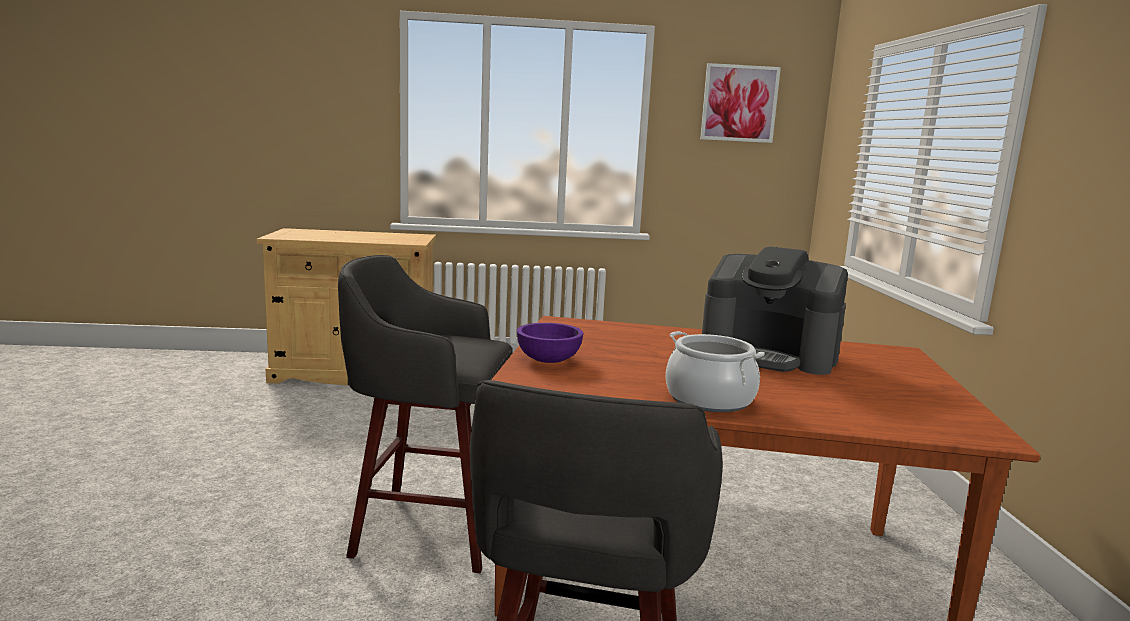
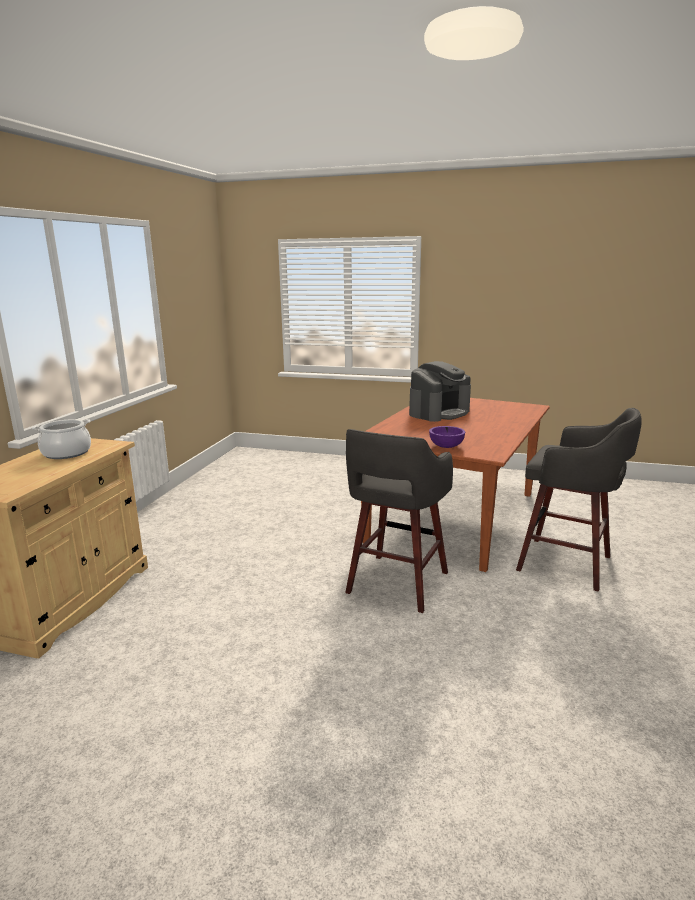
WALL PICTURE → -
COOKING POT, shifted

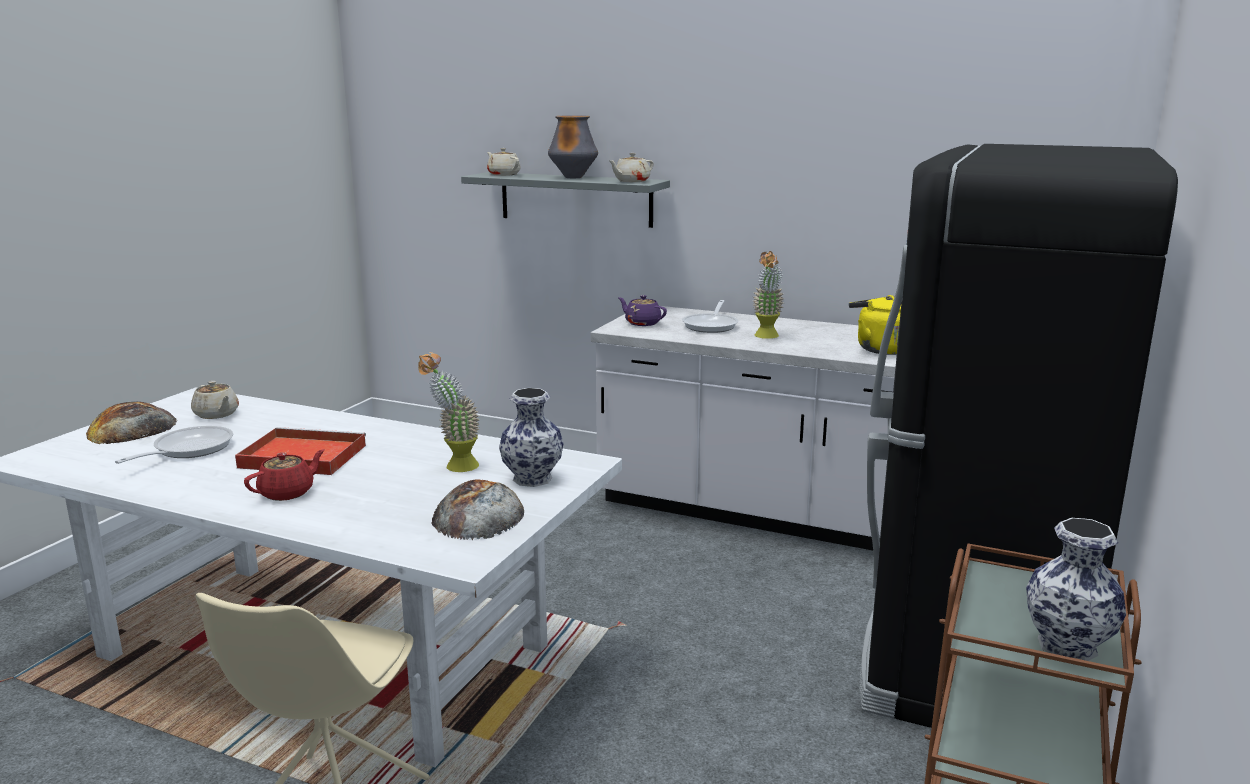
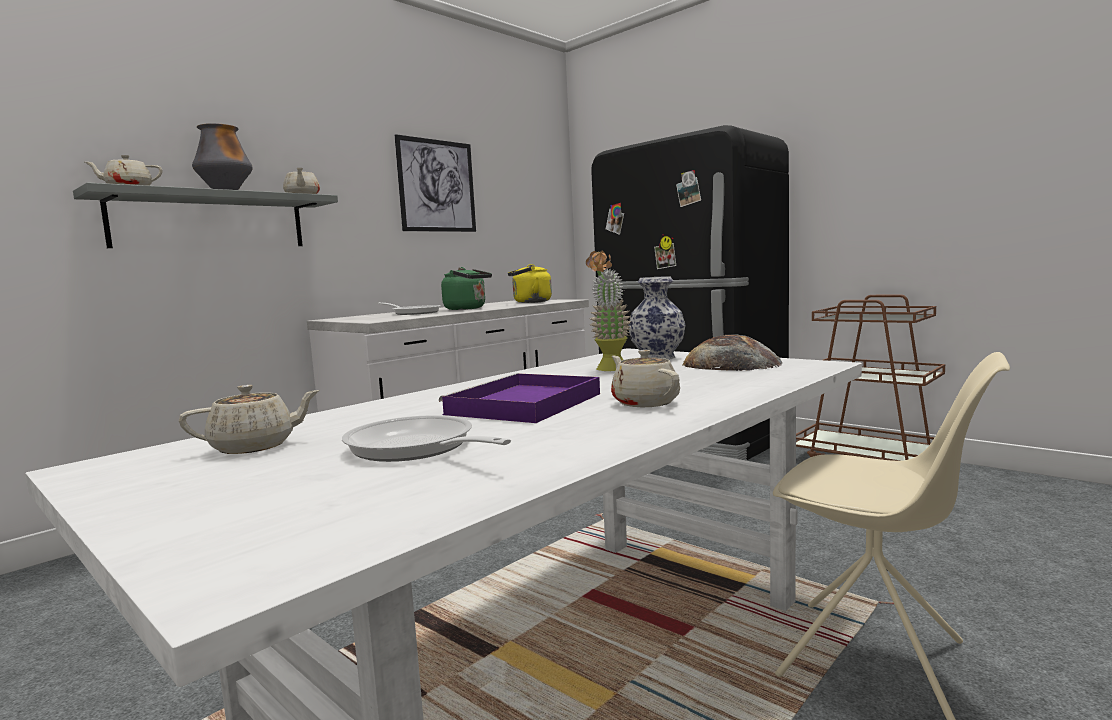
BAKERY BREAD (no. 1 from left) → -
PURPLE TEA POT → -
FLOWER VASE (no. 3 from left) → -
- → WALL PICTURE
HOUSEPLANT (no. 2 from left) → GREEN TEA KETTLE
REDDISH CARRYING TRAY → PURPLE CARRYING TRAY
REDDISH TEA POT → SAND-COLOURED TEA POT (no. 4 from left)

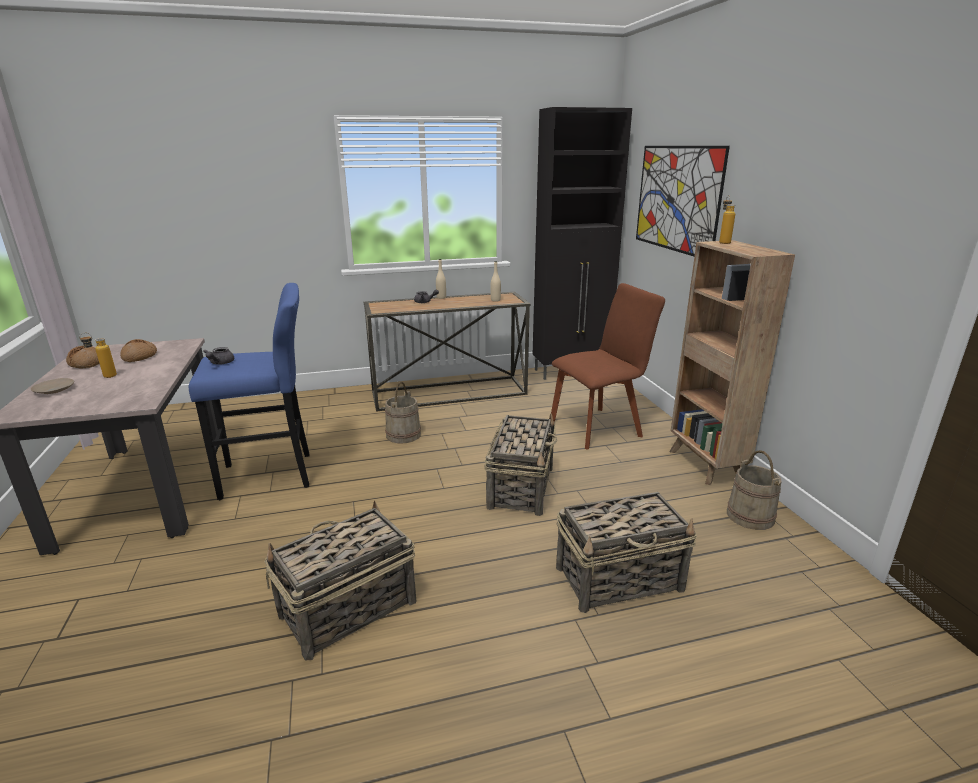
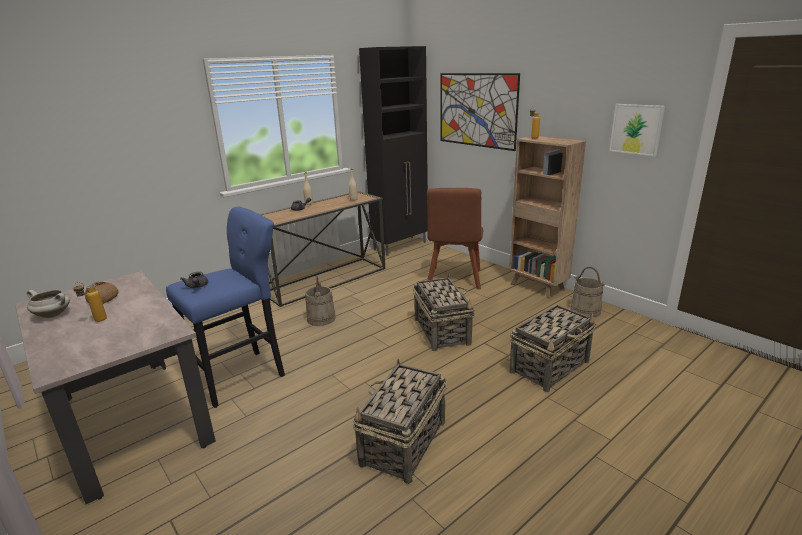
SAND-COLOURED FLAT DISH → -
- → WALL PICTURE (no. 2 from left)
BAKERY BREAD (no. 1 from left) → WHITE-COLOURED COOKING POT
BROWN CHAIR, 150 degrees clockwise

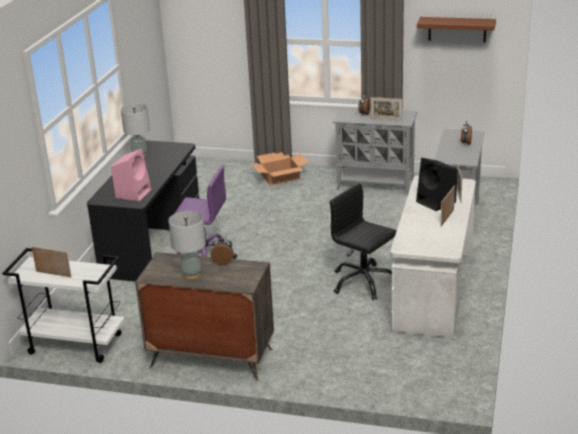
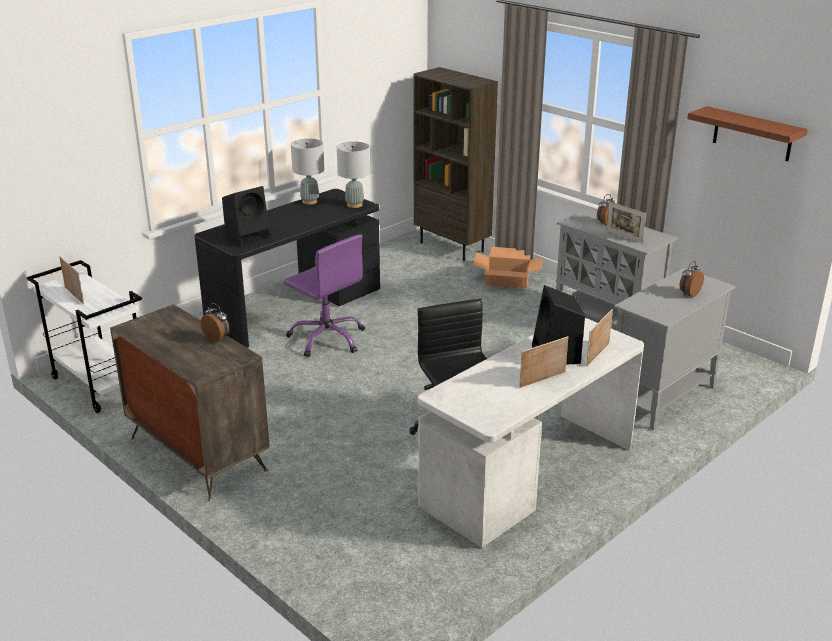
- → BROWN BOOKCASE
GREYISH TABLETOP LAMP (no. 2 from left), shifted
PINK-COLOURED SPEAKER → BLACK-COLOURED SPEAKER (no. 1 from left)

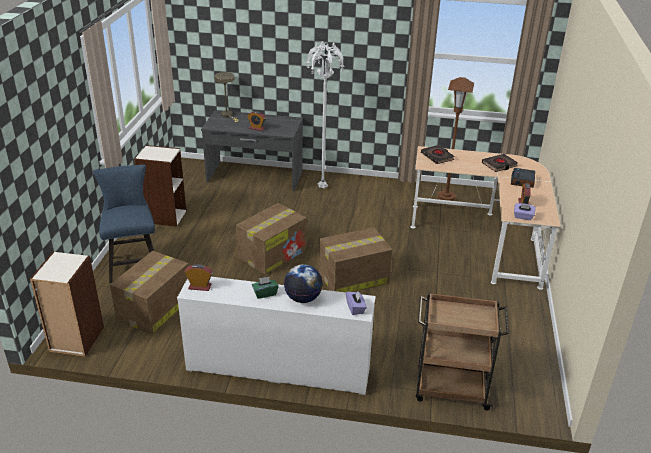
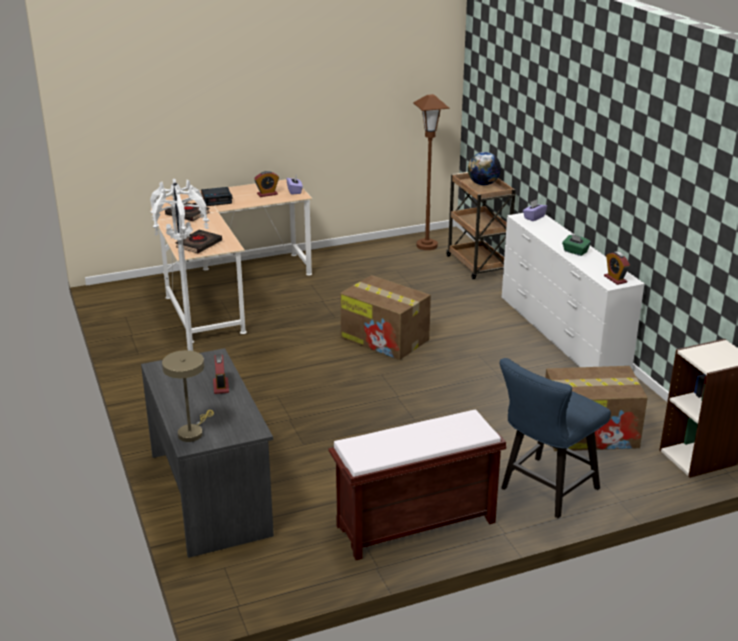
CARDBOARD BOX (no. 2 from left) → -
WORLD GLOBE, shifted
BROWN FLOOR LAMP, shifted
BOOKCASE (no. 2 from left) → BROWN INDOOR BENCH

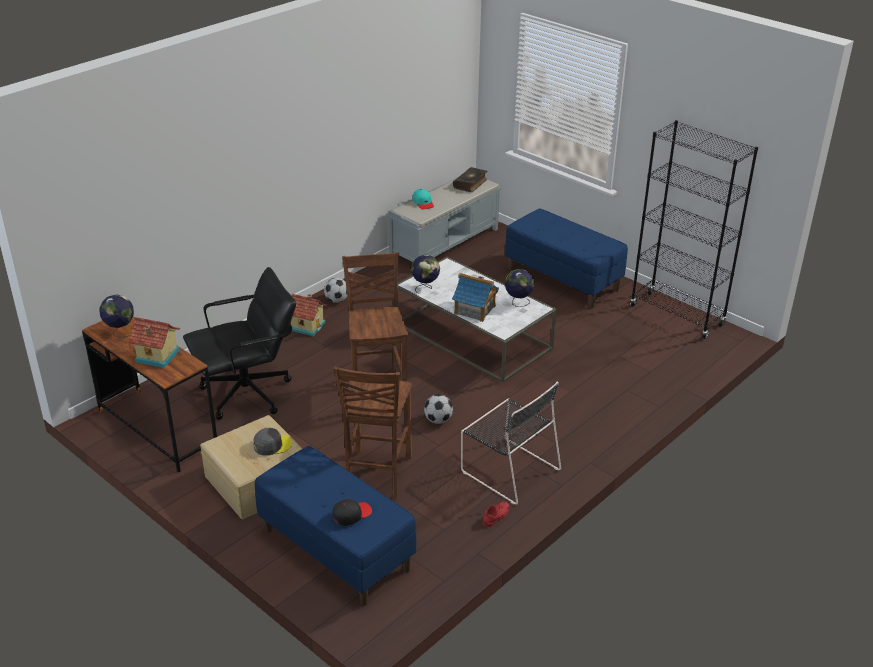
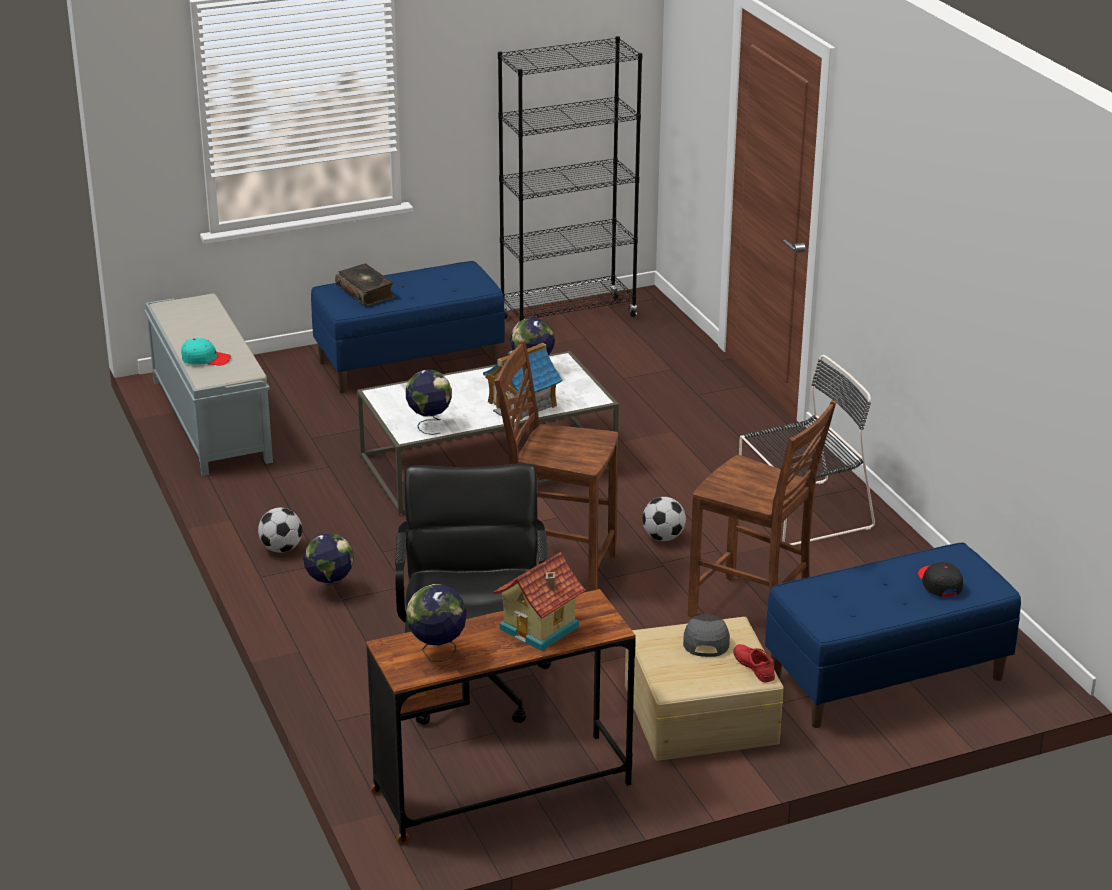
BOUND BOOK, shifted
REDDISH SHOE, shifted
MODEL HOUSE (no. 2 from left) → WORLD GLOBE (no. 1 from left)

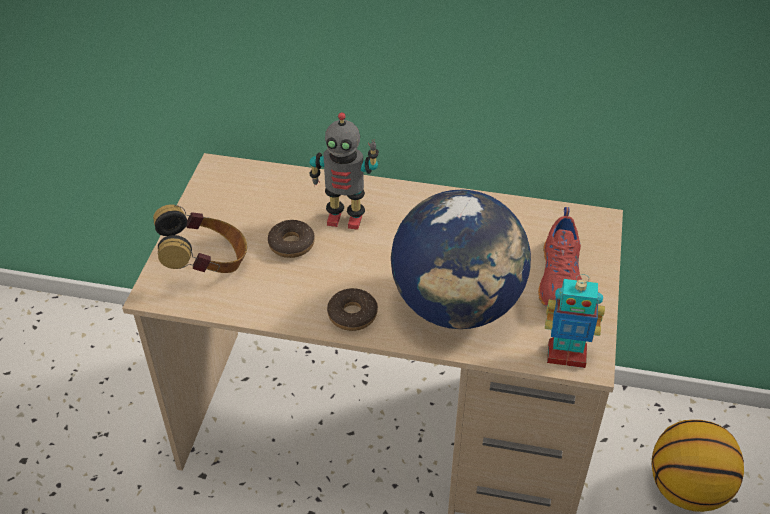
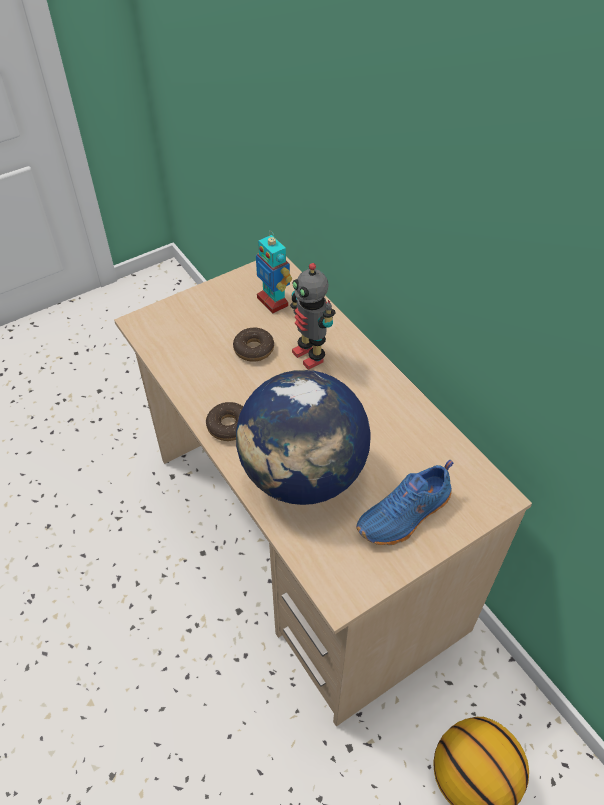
HEADSET → -
MODEL ROBOT (no. 2 from left in the first image) → MODEL ROBOT (no. 1 from left), shifted
REDDISH SHOE → BLUE-COLOURED SHOE

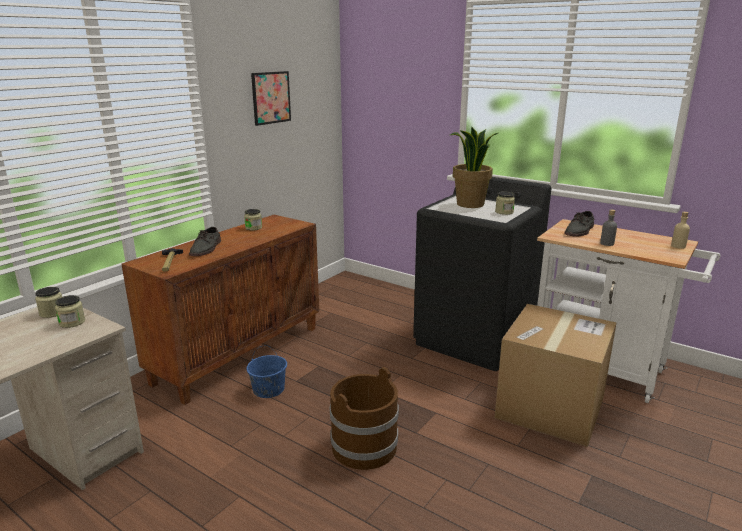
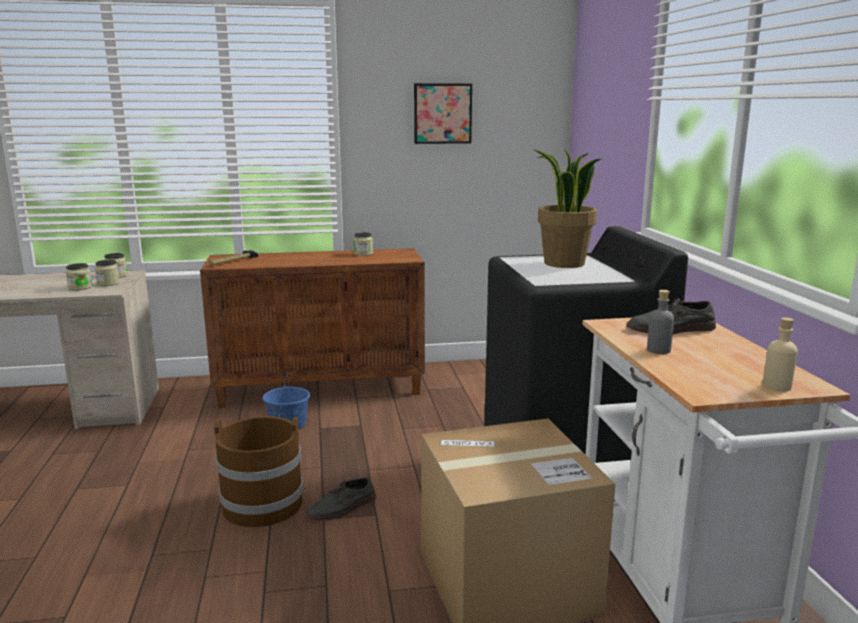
GREYISH SHOE (no. 1 from left), shifted
STORAGE JAR (no. 4 from left in the first image) → STORAGE JAR (no. 1 from left), shifted

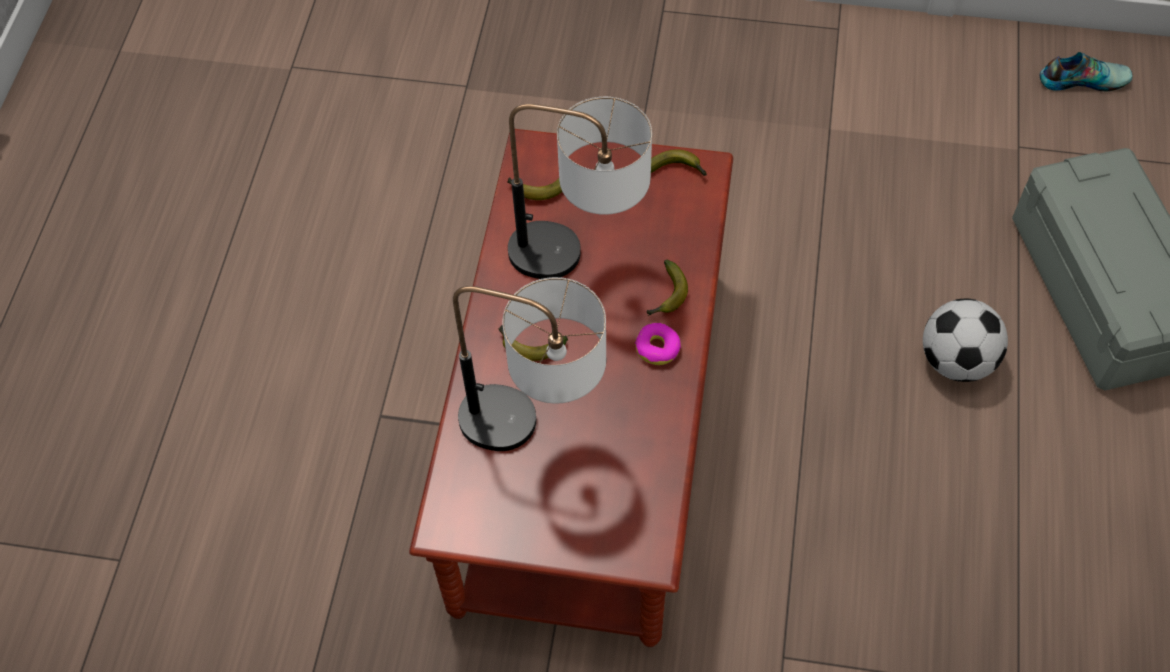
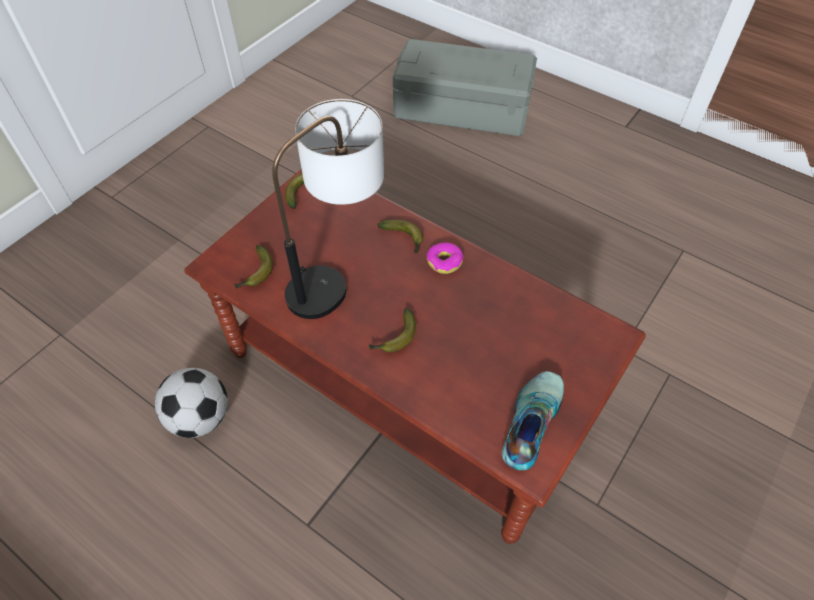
TABLETOP LAMP (no. 1 from left) → -
FOOTBALL, shifted
SHOE, shifted

